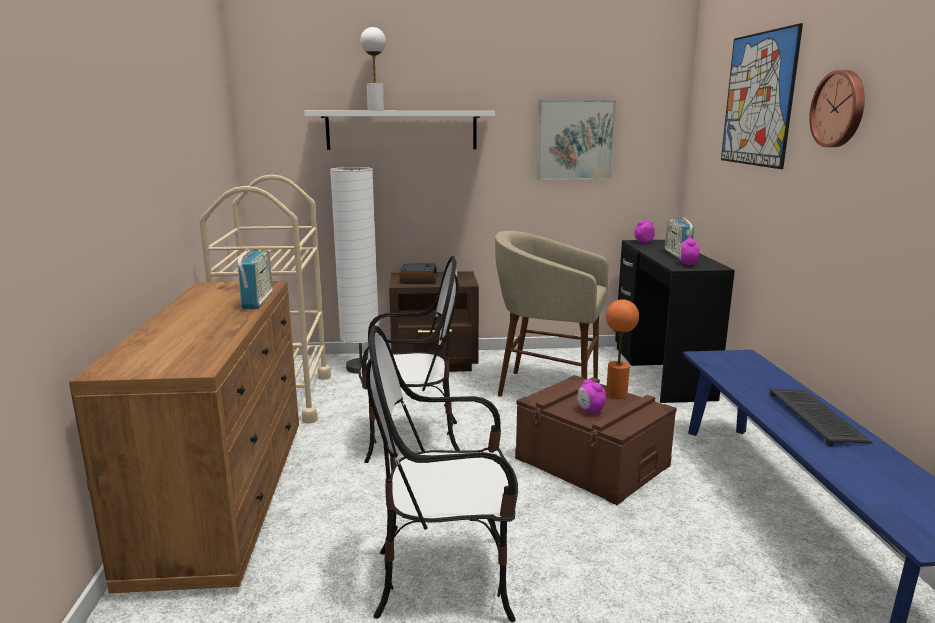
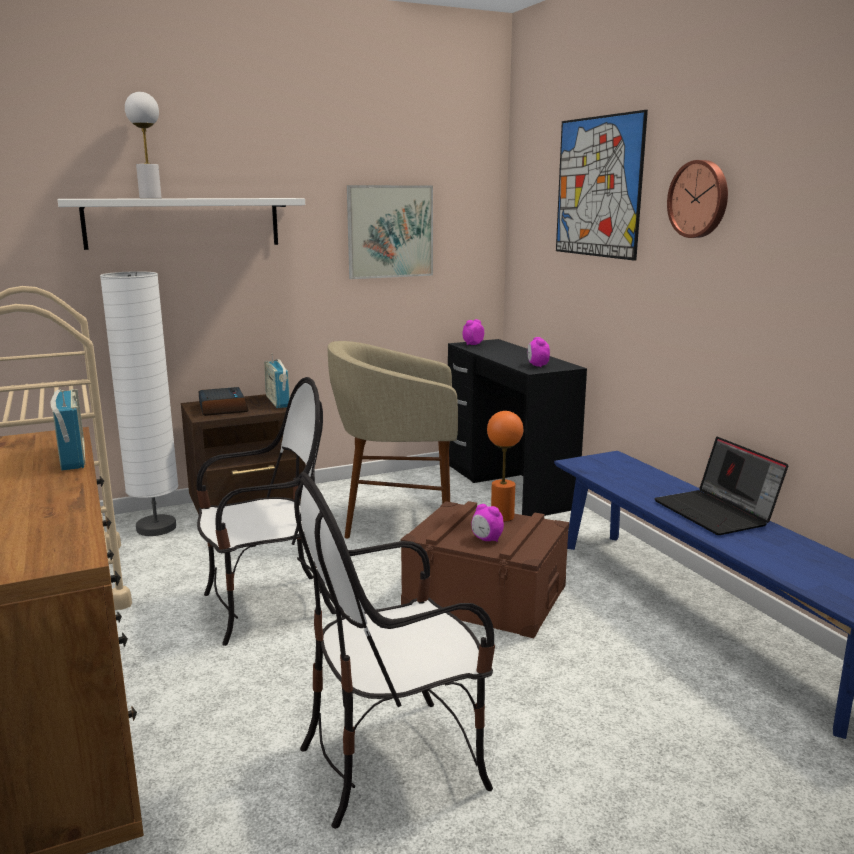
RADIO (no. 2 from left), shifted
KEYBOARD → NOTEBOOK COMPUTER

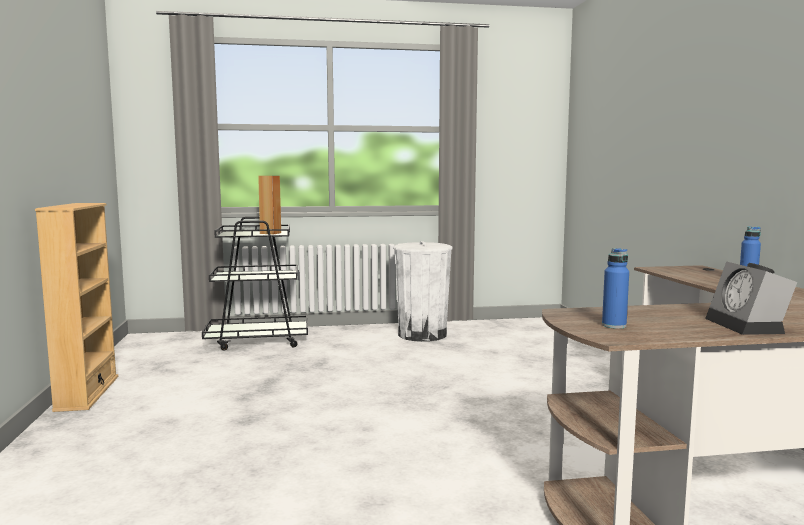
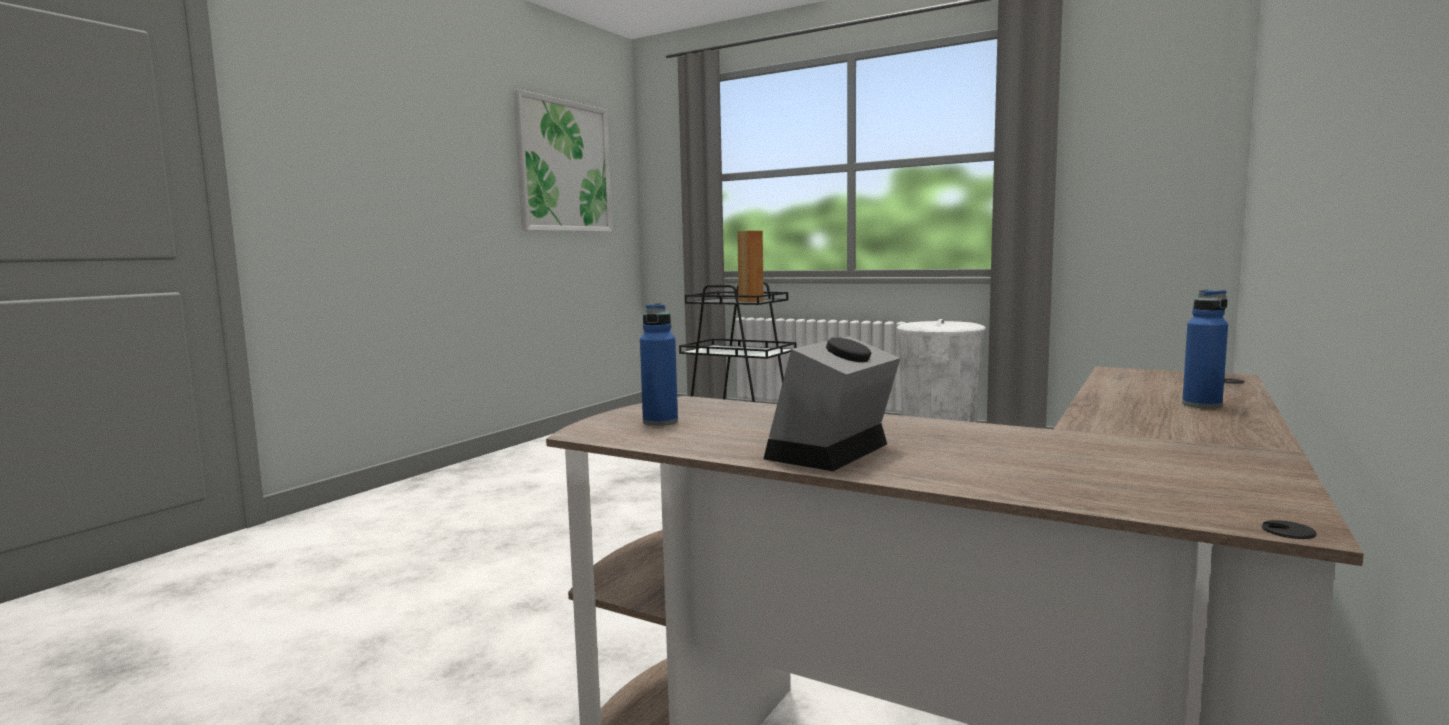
SAND-COLOURED BOOKCASE → -
- → WALL PICTURE

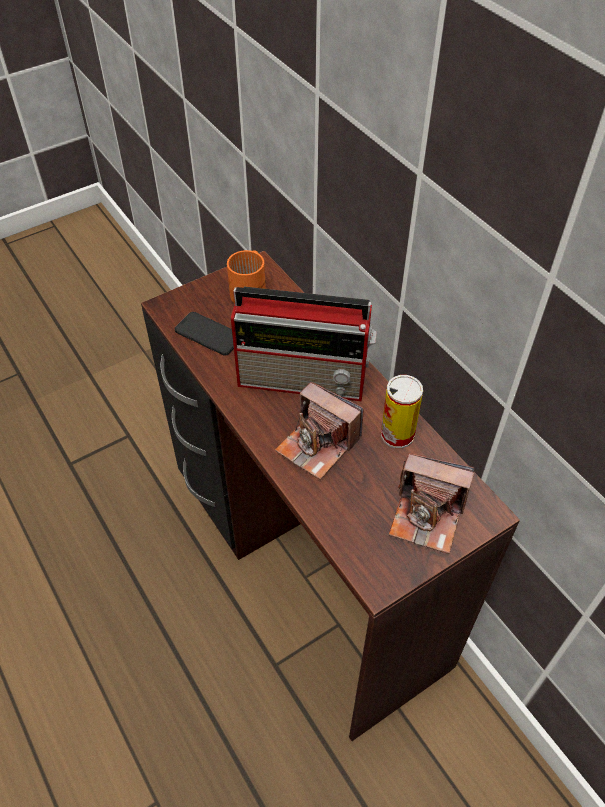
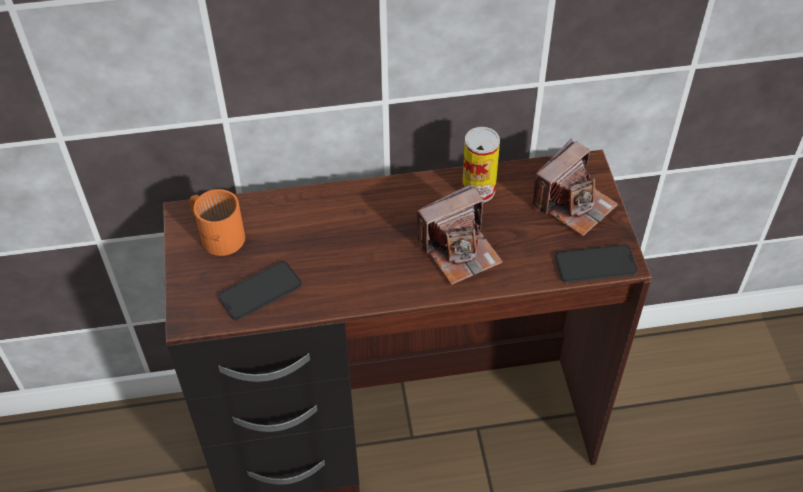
RADIO → -
- → TELEPHONE (no. 2 from left)

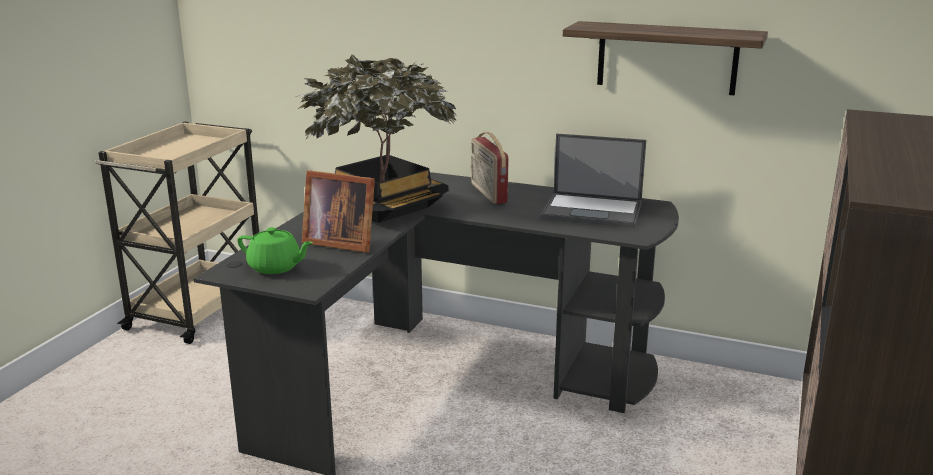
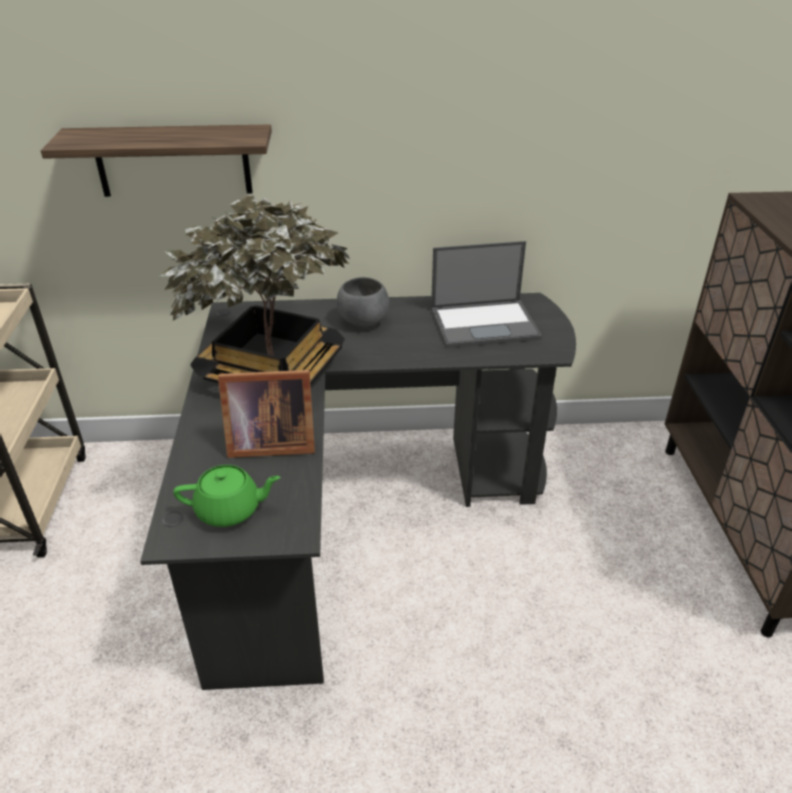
WALL SHELF, shifted
RADIO → GREYISH DEEP DISH

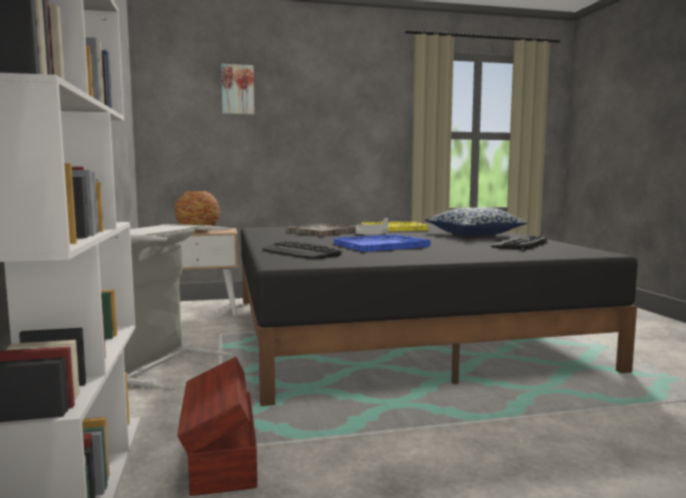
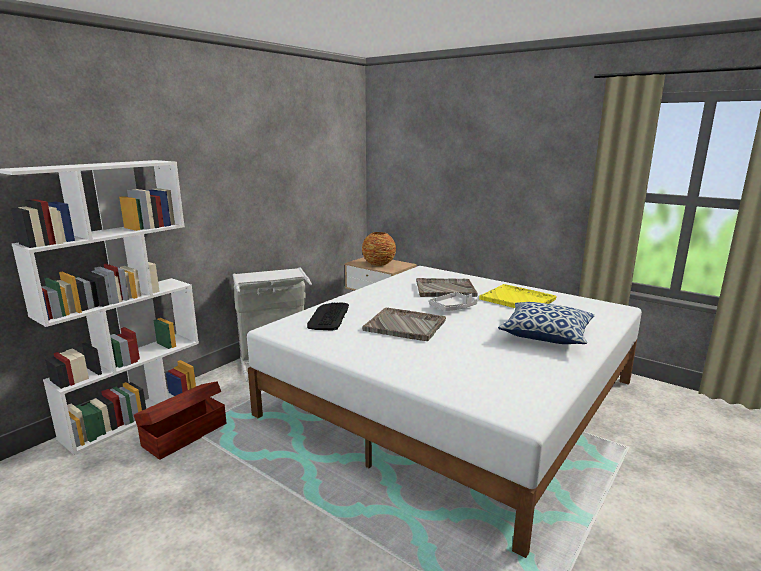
WALL PICTURE → -
KEYBOARD (no. 2 from left) → -
BLACK-COLOURED SLEEPING BED → WHITE-COLOURED SLEEPING BED
BLUE-COLOURED CARRYING TRAY → GREYISH CARRYING TRAY (no. 1 from left)

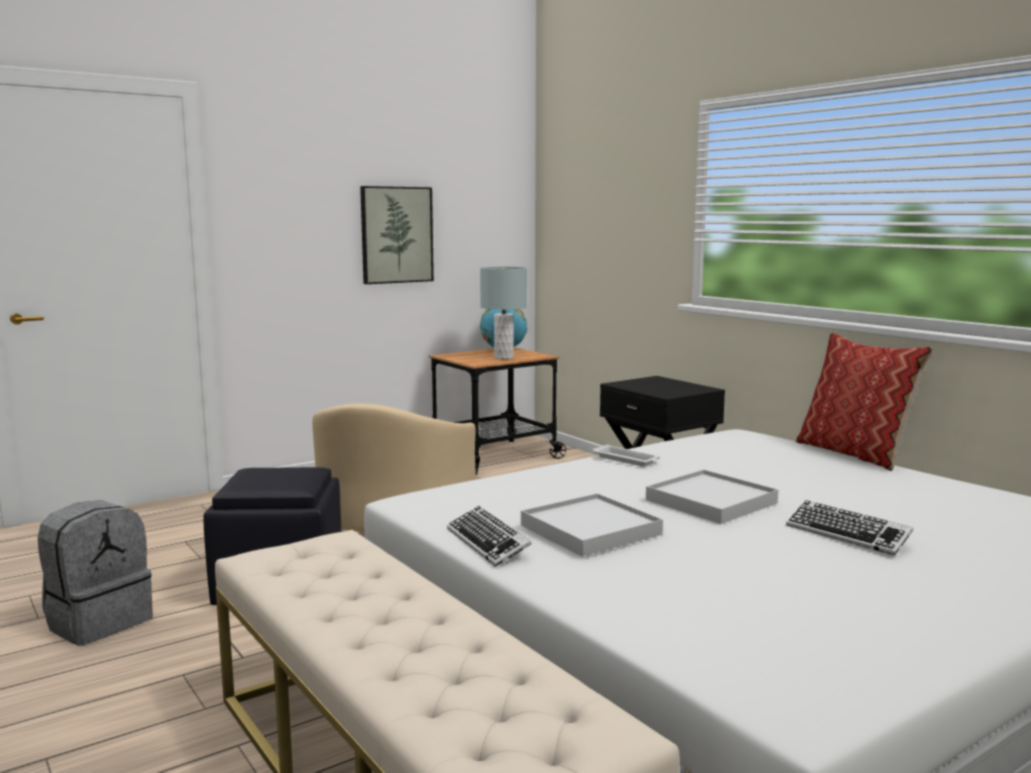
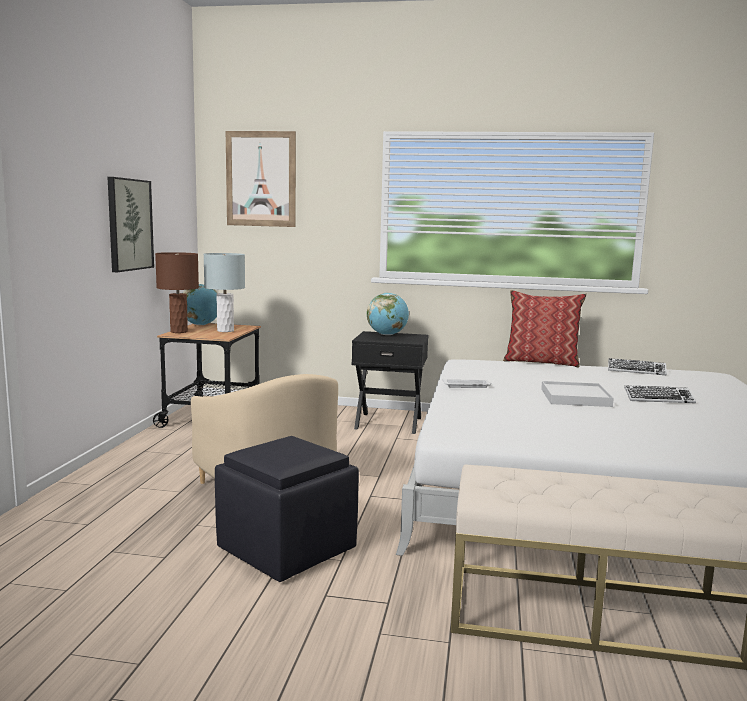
GREYISH BACKPACK → -
WHITE-COLOURED CARRYING TRAY (no. 1 from left) → -
- → BROWN TABLETOP LAMP
- → WALL PICTURE (no. 2 from left)
- → WORLD GLOBE (no. 2 from left)
KEYBOARD (no. 1 from left), shifted

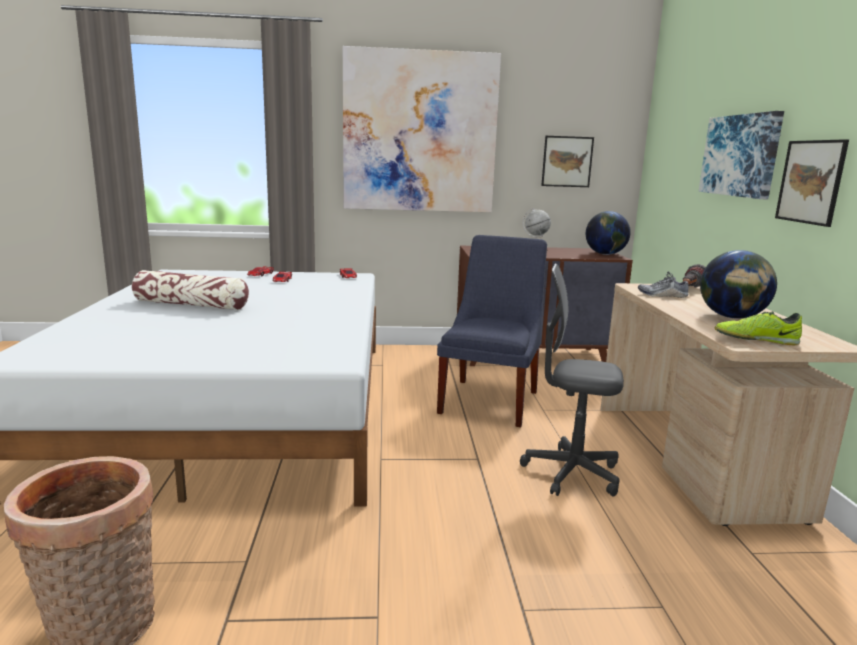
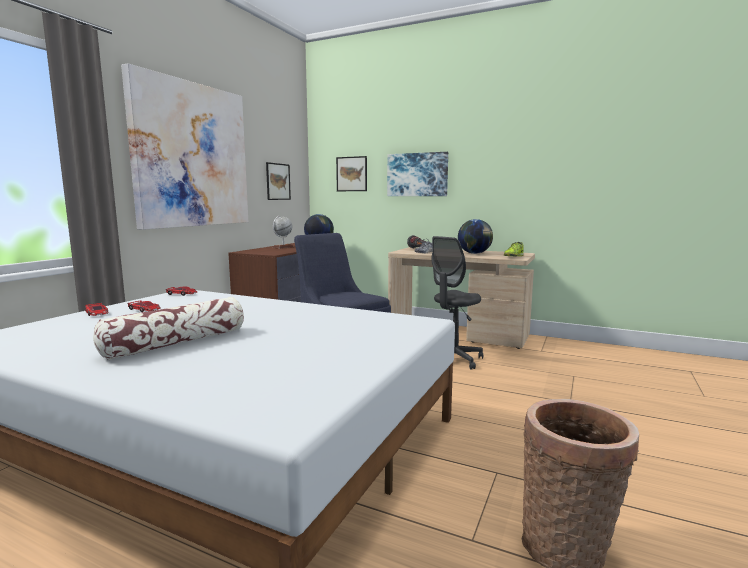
WALL PICTURE (no. 4 from left in the first image) → WALL PICTURE (no. 3 from left), shifted

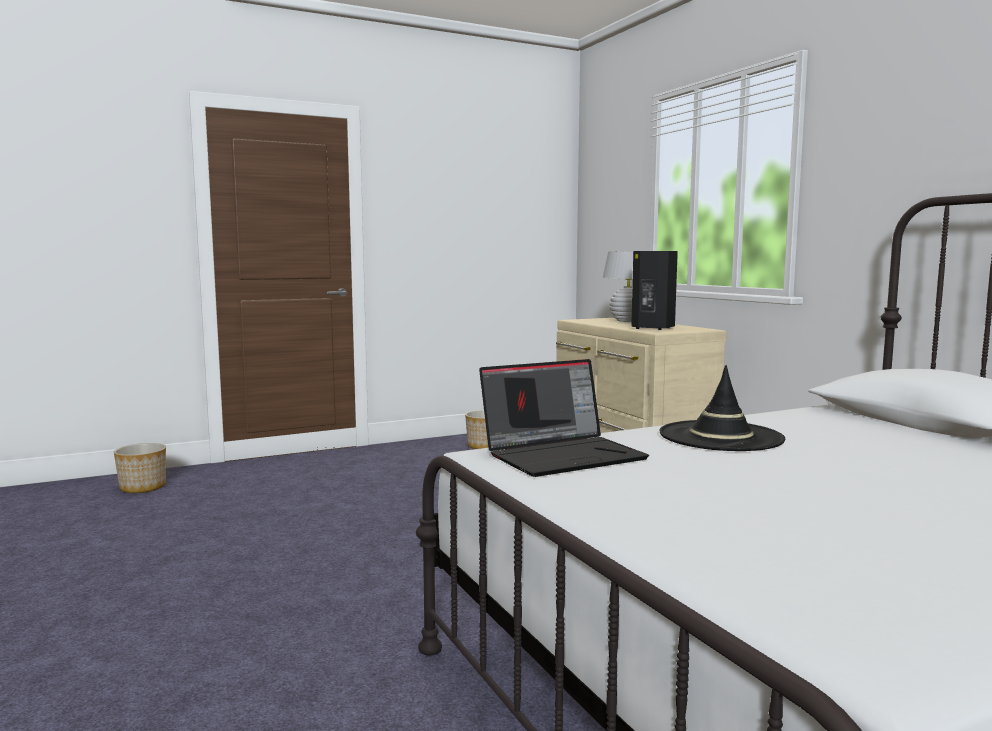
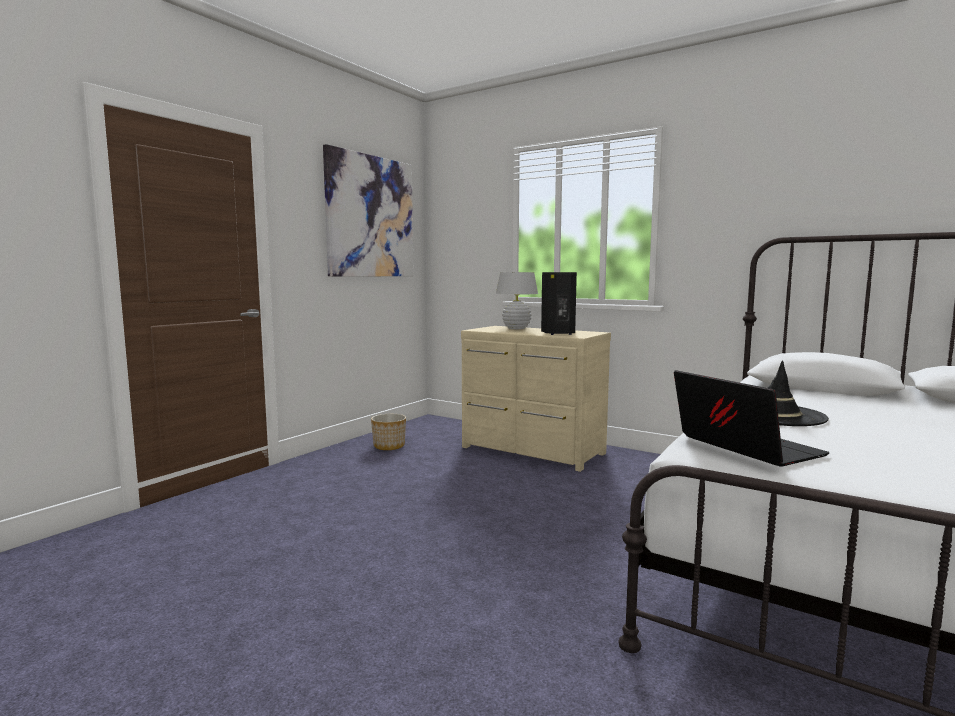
PLANTER (no. 1 from left) → -
- → WALL PICTURE
NOTEBOOK COMPUTER, 60 degrees counterclockwise

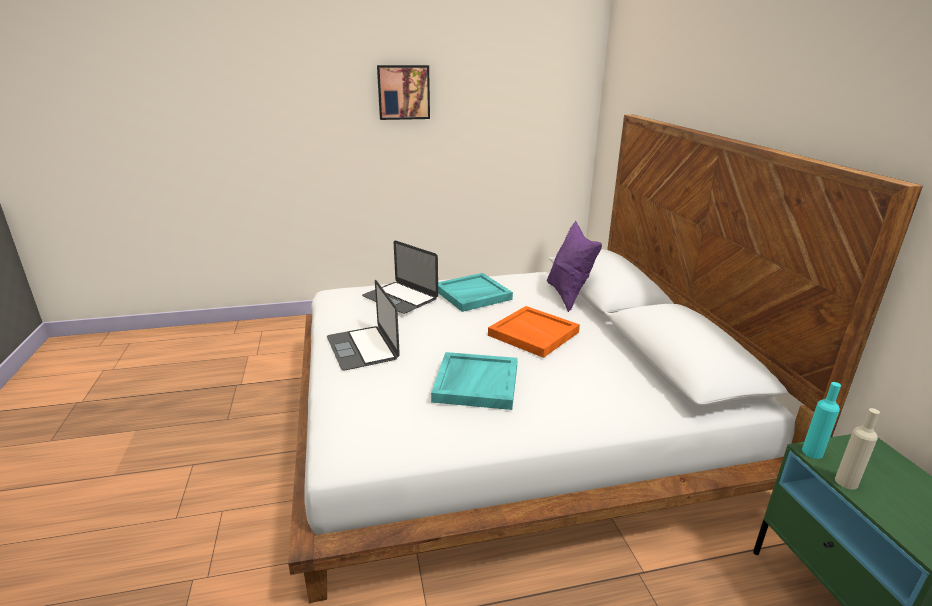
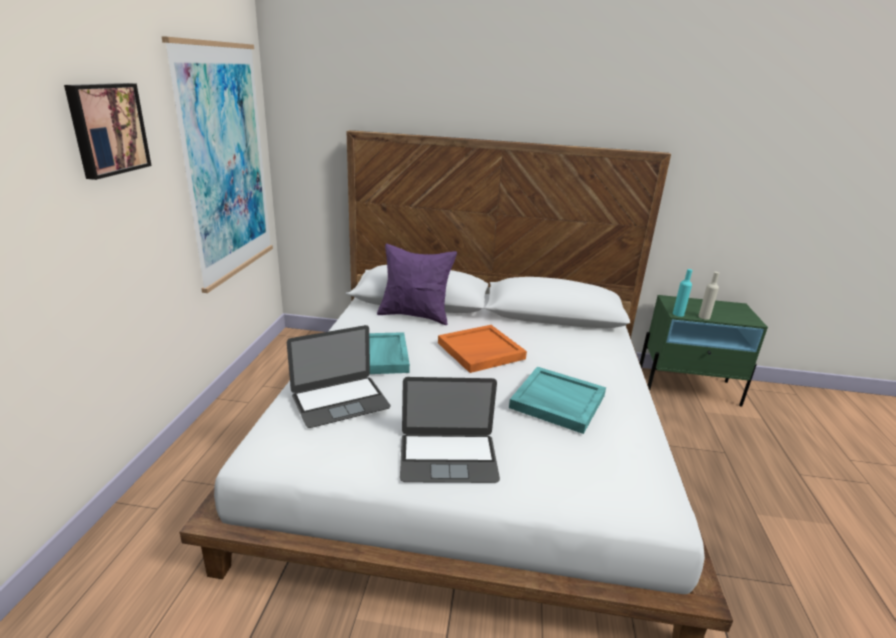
- → WALL PICTURE (no. 2 from left)

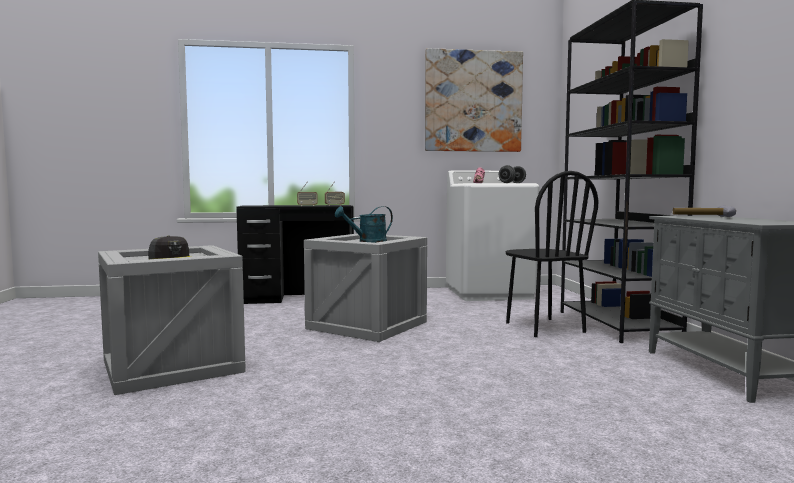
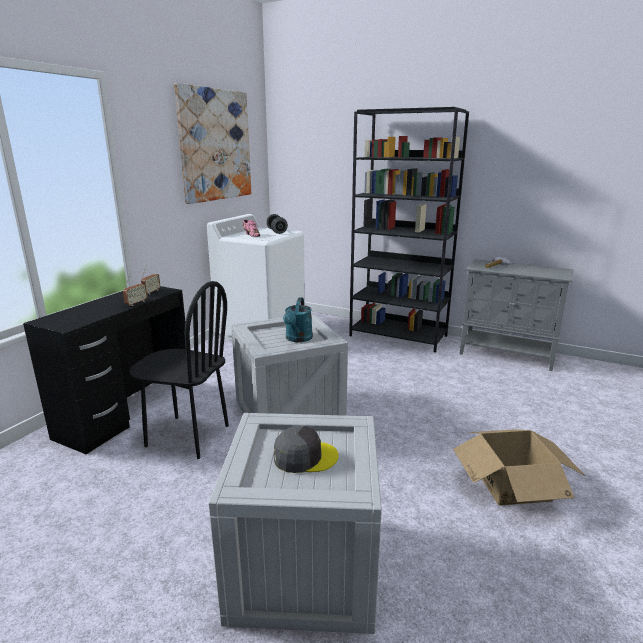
- → CARDBOARD BOX
BLACK-COLOURED CHAIR, shifted

